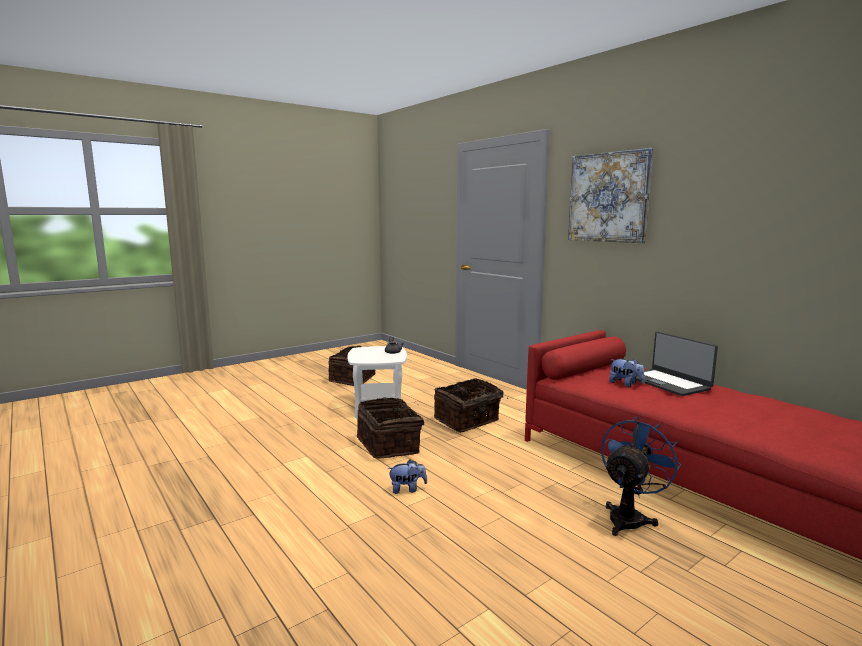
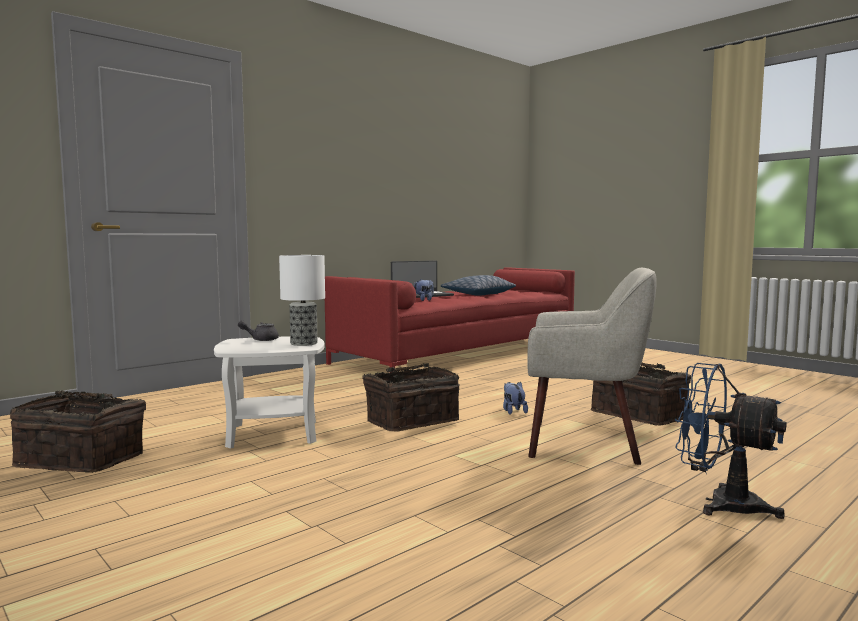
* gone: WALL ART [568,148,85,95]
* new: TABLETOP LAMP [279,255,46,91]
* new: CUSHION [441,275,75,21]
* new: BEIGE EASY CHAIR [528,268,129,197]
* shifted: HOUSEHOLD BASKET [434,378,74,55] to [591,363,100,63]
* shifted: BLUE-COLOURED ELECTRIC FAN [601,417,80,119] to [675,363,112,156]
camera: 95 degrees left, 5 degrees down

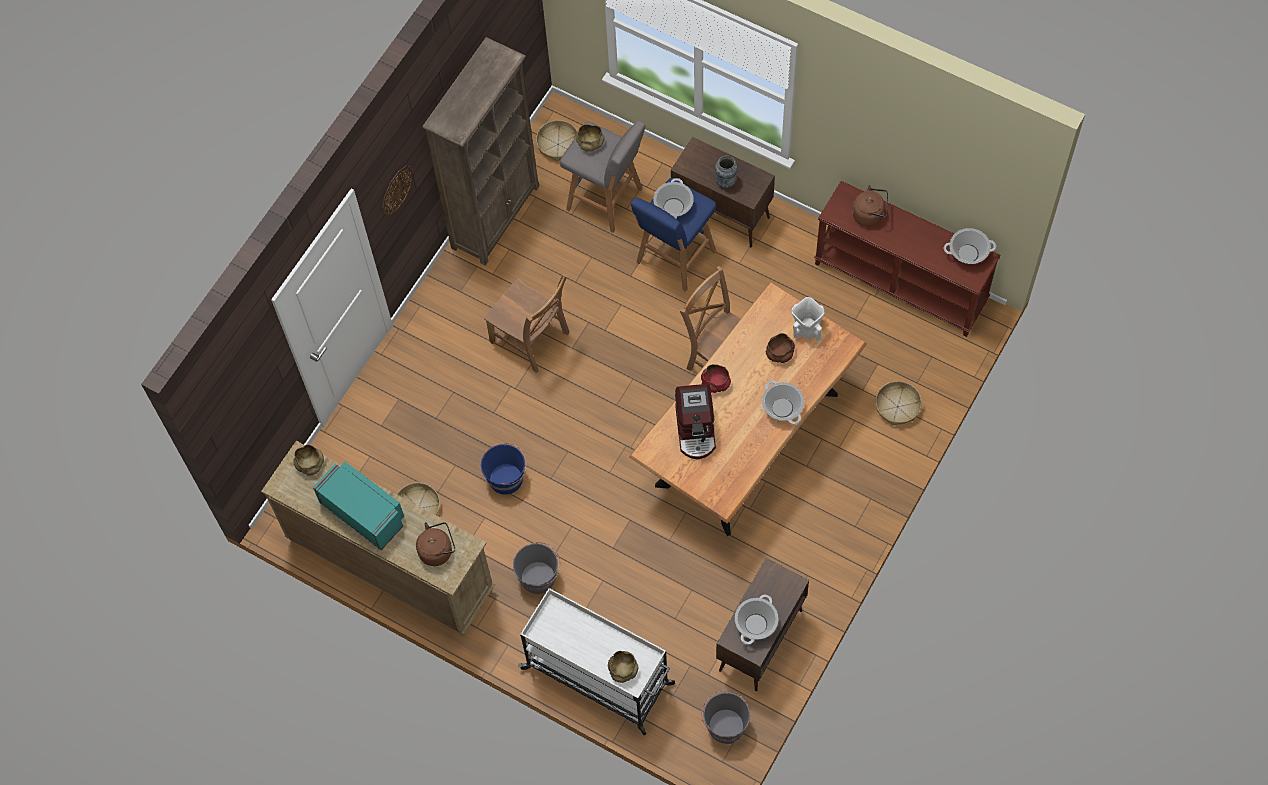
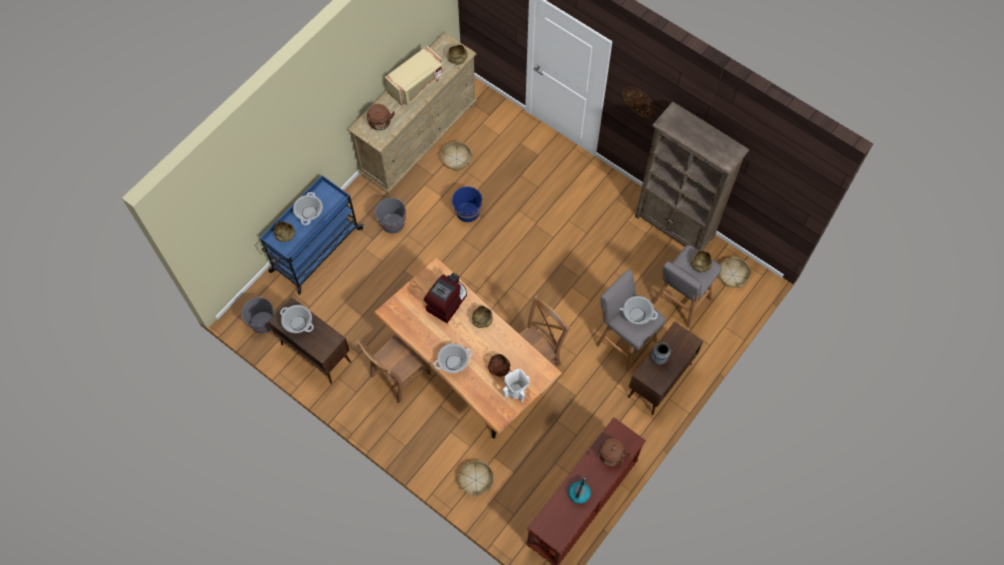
* new: KETTLE [568,477,23,27]
* shifted: BROWN UPRIGHT CHAIR [484,273,85,100] to [355,334,76,69]
* shifted: SAUCEPOT [944,228,52,36] to [293,192,30,33]
* repainted: BLUE-GREEN MICROWAVE [313,462,91,88] to BEIGE MICROWAVE [385,46,58,60]
* repainted: WHITE CART [518,588,157,147] to BLUE-COLOURED CART [260,175,104,120]
* repainted: BLUE-COLOURED SITTING STOOL [631,178,85,114] to GREYISH SITTING STOOL [596,269,70,103]
* repainted: REDDISH SERVING BOWL [701,364,30,29] to BEIGE SERVING BOWL [472,306,21,22]
* rotated: COFFEE BREWER [675,384,41,75] = [424,273,43,50] 120 degrees clockwise
camera: 95 degrees right, 0 degrees up

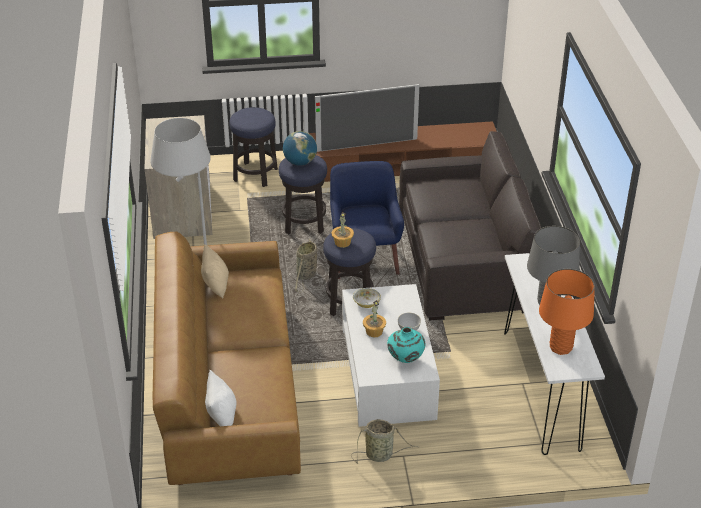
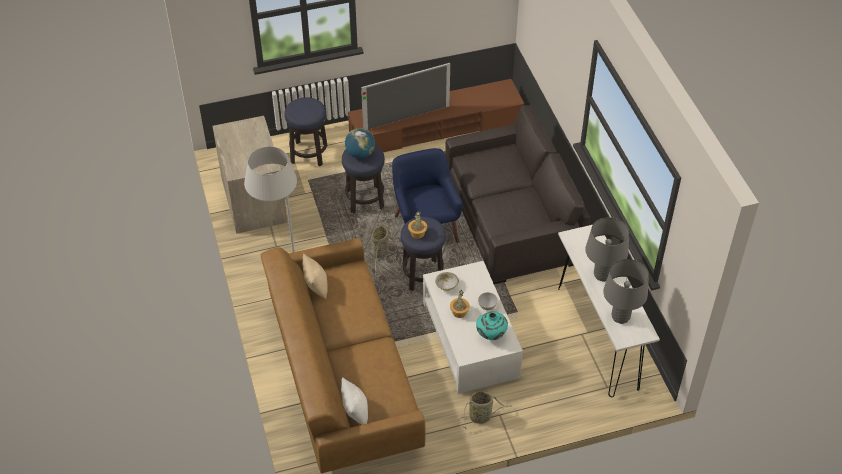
* repainted: ORANGEY TABLETOP LAMP [539,269,56,86] to GREYISH TABLETOP LAMP [603,259,46,65]
camera: 10 degrees left, 10 degrees up

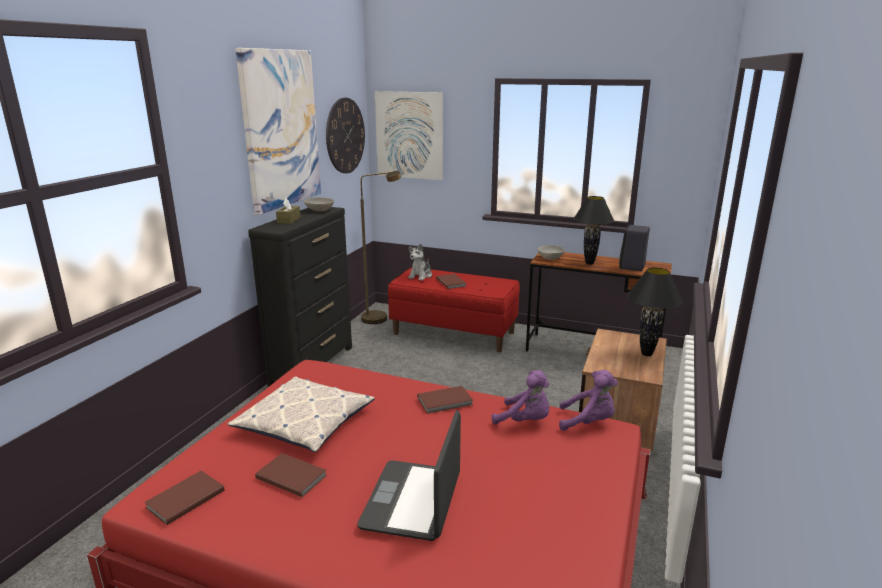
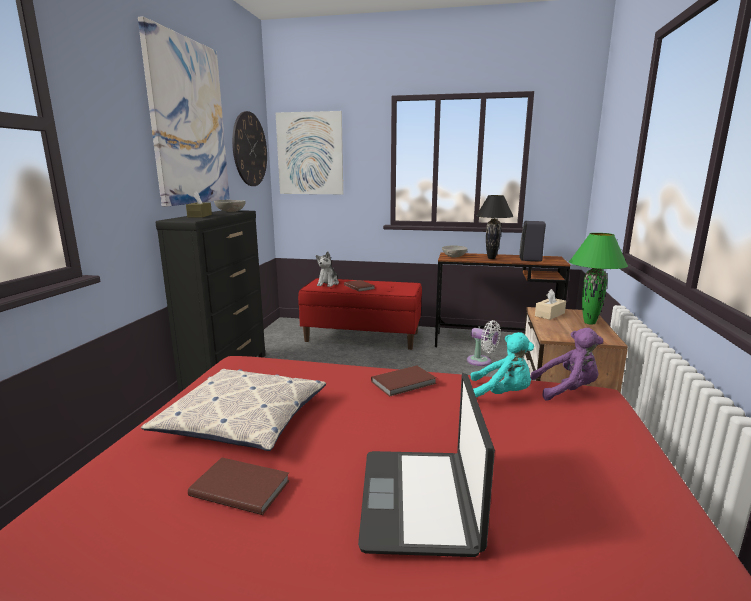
* gone: BROWN BOUND BOOK [144,470,81,55]
* gone: BROWN STANDING LAMP [360,171,41,153]
* new: WHITE ELECTRIC FAN [467,320,34,46]
* new: BEIGE TISSUE BOX [535,289,31,31]
* repainted: PURPLE SOFT TOY [492,370,57,54] to BLUE-GREEN SOFT TOY [470,332,64,66]
* repainted: BLACK TABLETOP LAMP [627,267,56,89] to GREEN TABLETOP LAMP [569,233,59,92]
camera: 10 degrees left, 5 degrees down

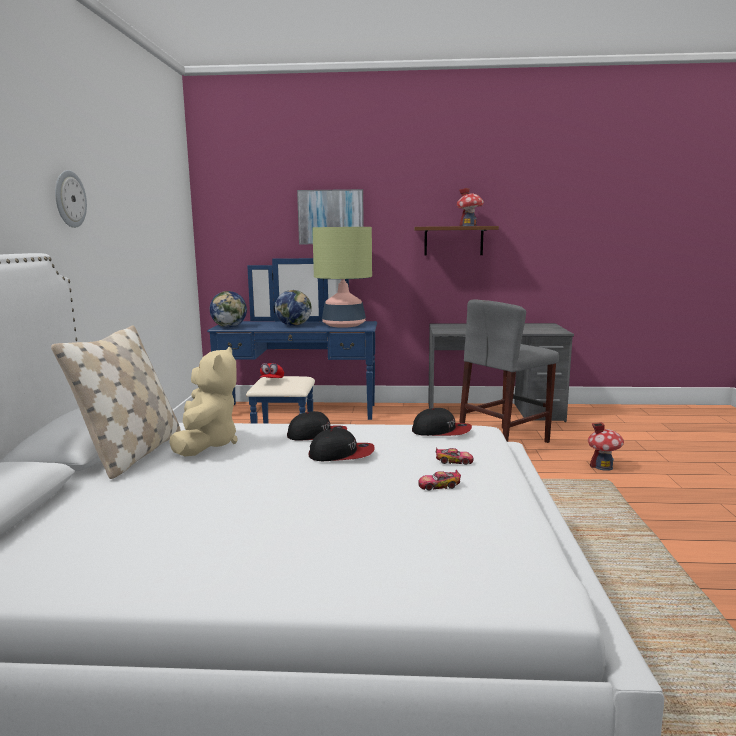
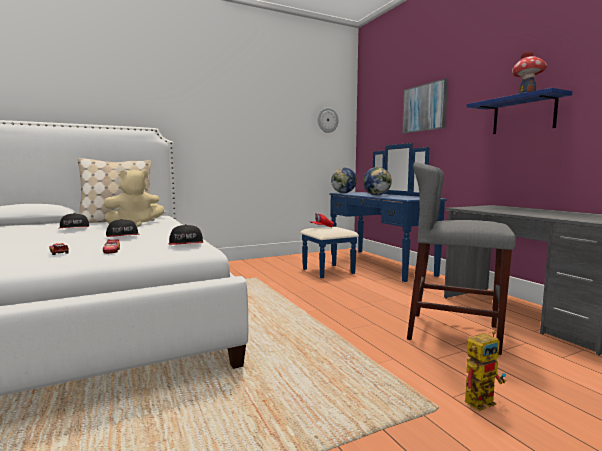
* gone: TABLETOP LAMP [312,227,60,101]
* shifted: WALL CLOCK [55,170,32,58] to [318,108,21,25]
* shifted: PEAKED CAP [287,411,60,30] to [58,213,31,16]
* swapped: MINIATURE HOUSE [588,422,36,49] to TOY ROBOT [465,331,41,80]
* repainted: BROWN SHELF [414,226,85,30] to BLUE-COLOURED SHELF [466,88,107,46]
camera: 60 degrees right, 5 degrees down

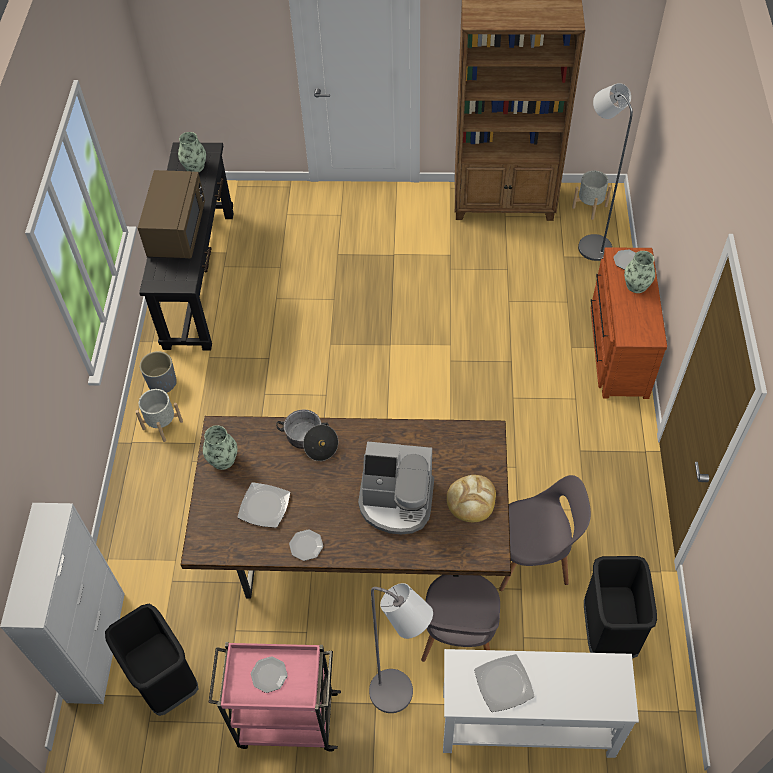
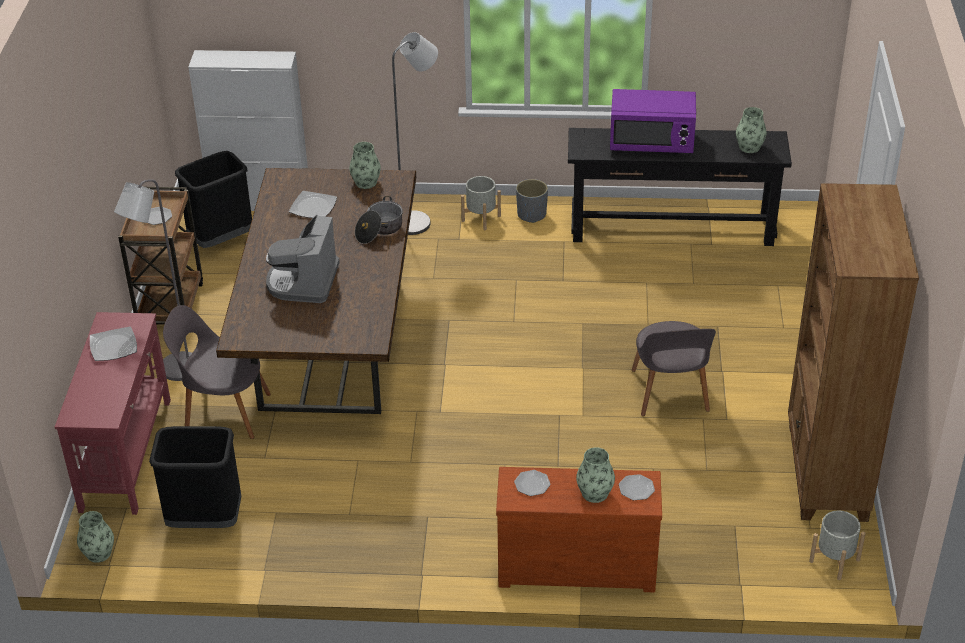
* gone: BREAD [447,475,49,47]
* new: FLOWER VASE [77,511,37,52]
* shifted: FLAT DISH [289,529,34,32] to [514,470,36,26]
* shifted: GREYISH UPRIGHT CHAIR [499,475,92,116] to [632,321,84,95]
* shifted: GREYISH STANDING LAMP [578,83,55,178] to [392,32,46,203]
* repainted: BROWN MICROWAVE [138,170,67,89] to PURPLE MICROWAVE [610,89,86,64]
* repainted: PINK-COLOURED CART [208,642,133,110] to BROWN CART [118,187,85,138]
* repainted: WHITE CONSOLE TABLE [443,649,196,109] to REDDISH CONSOLE TABLE [55,312,116,203]
camera: 90 degrees right, 15 degrees down

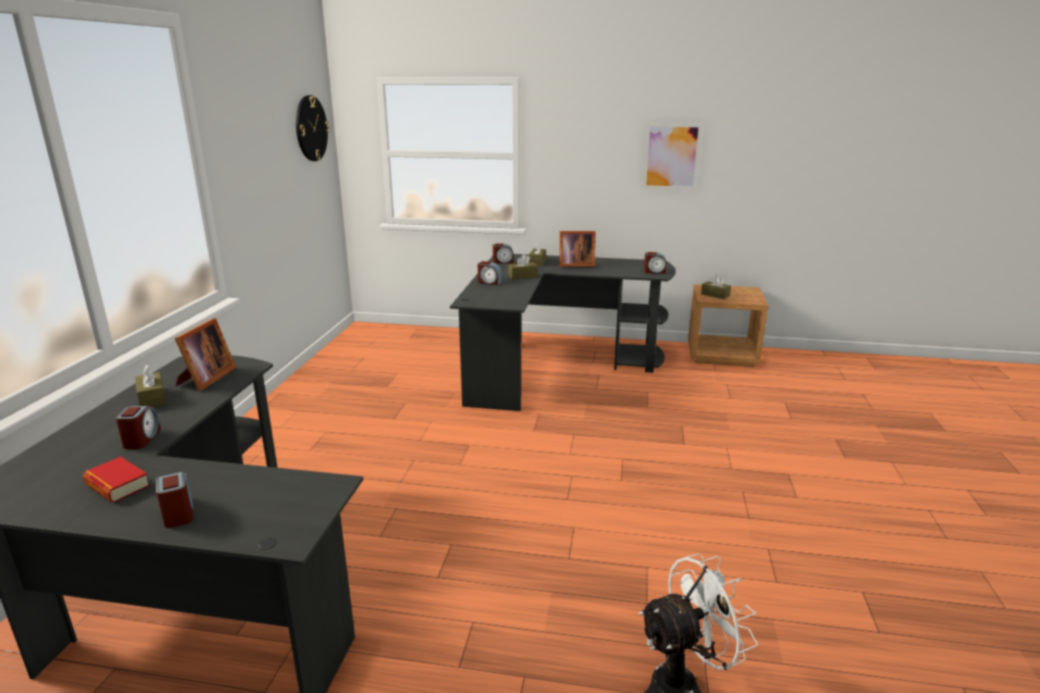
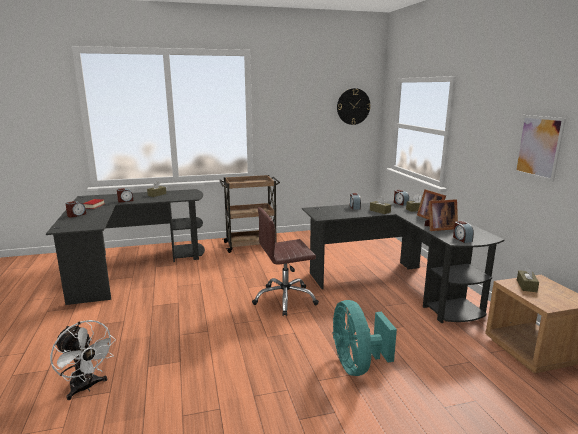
* new: BROWN CART [219,175,61,78]
* new: BROWN OFFICE CHAIR [252,207,67,109]
* new: BLUE-GREEN ELECTRIC FAN [333,300,64,76]
* shifted: PICTURE FRAME [175,318,61,73] to [424,199,34,32]
camera: 65 degrees right, 5 degrees down

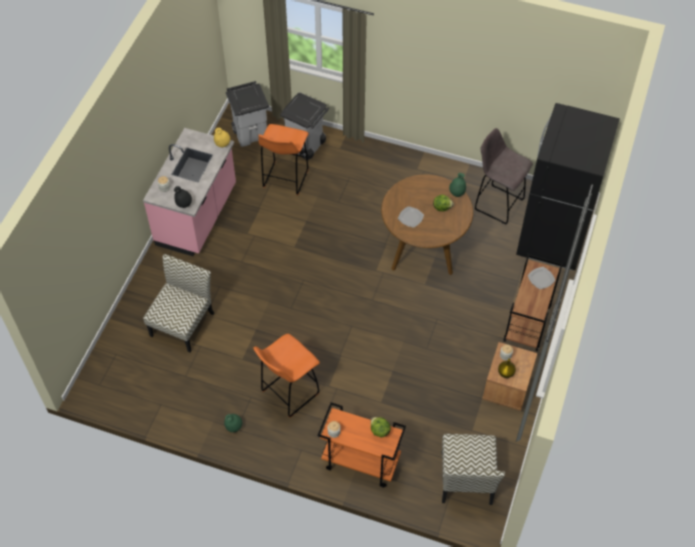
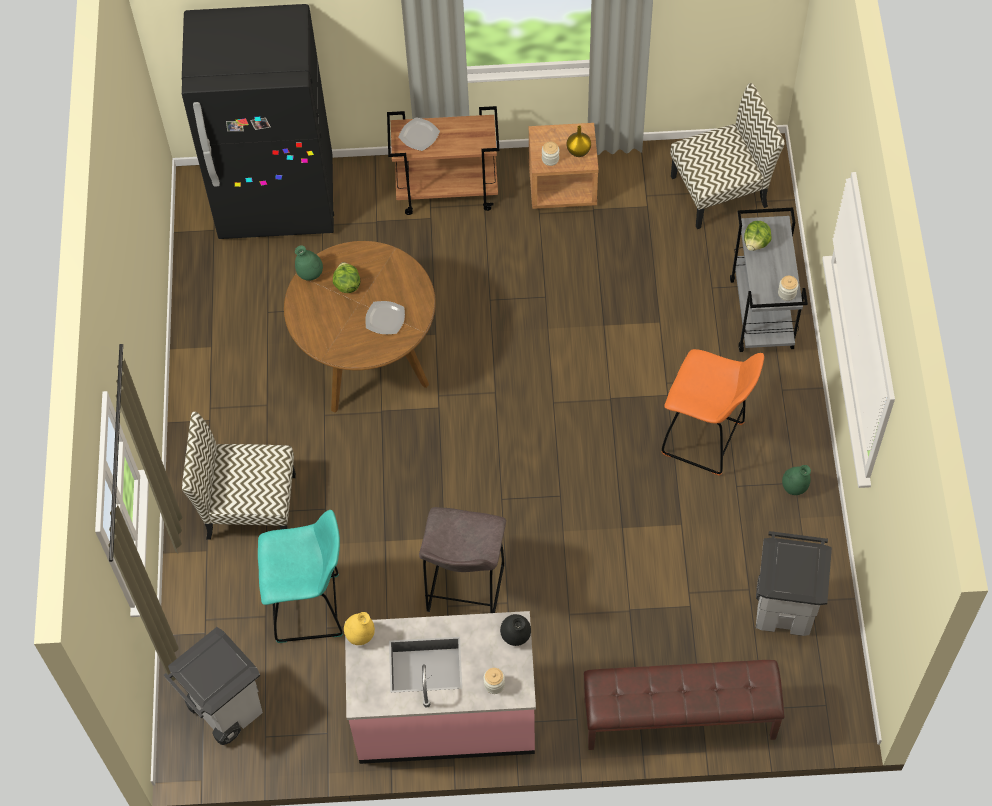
* new: BROWN INDOOR BENCH [584,660,200,90]
* shifted: UPRIGHT CHAIR [143,254,71,99] to [182,412,114,128]
* shifted: GREYISH TRASH CAN [280,92,49,68] to [756,531,76,105]
* shifted: GREYISH SITTING STOOL [475,128,58,97] to [419,507,87,106]
* repainted: ORANGEY SITTING STOOL [258,124,51,72] to BLUE-GREEN SITTING STOOL [258,510,85,133]
* repainted: ORANGEY CART [317,402,89,86] to GREYISH CART [730,208,78,144]
camera: 110 degrees left, 5 degrees up

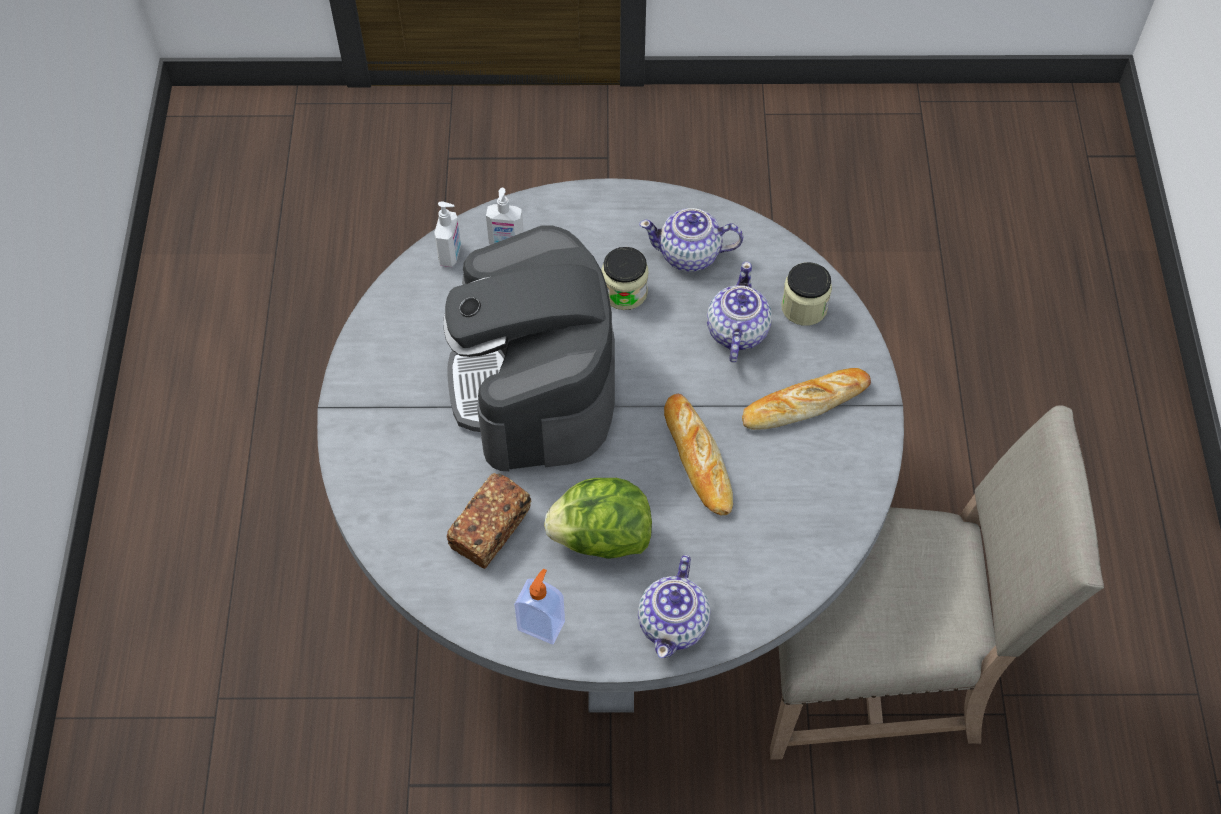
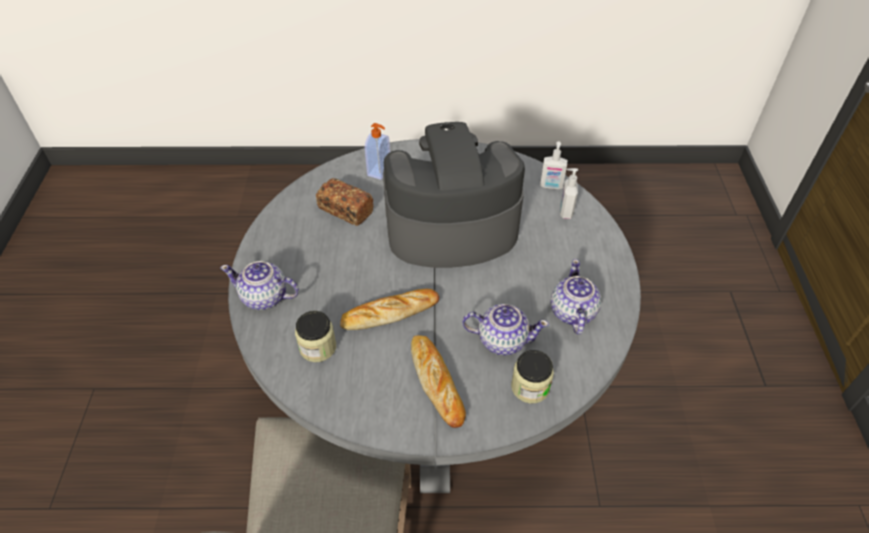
* gone: LETTUCE HEAD [544,478,108,81]
* shifted: SOAP DISPENSER [514,569,51,75] to [365,123,25,57]
* shifted: STORAGE JAR [601,247,48,63] to [295,311,41,51]
camera: 90 degrees right, 10 degrees down

